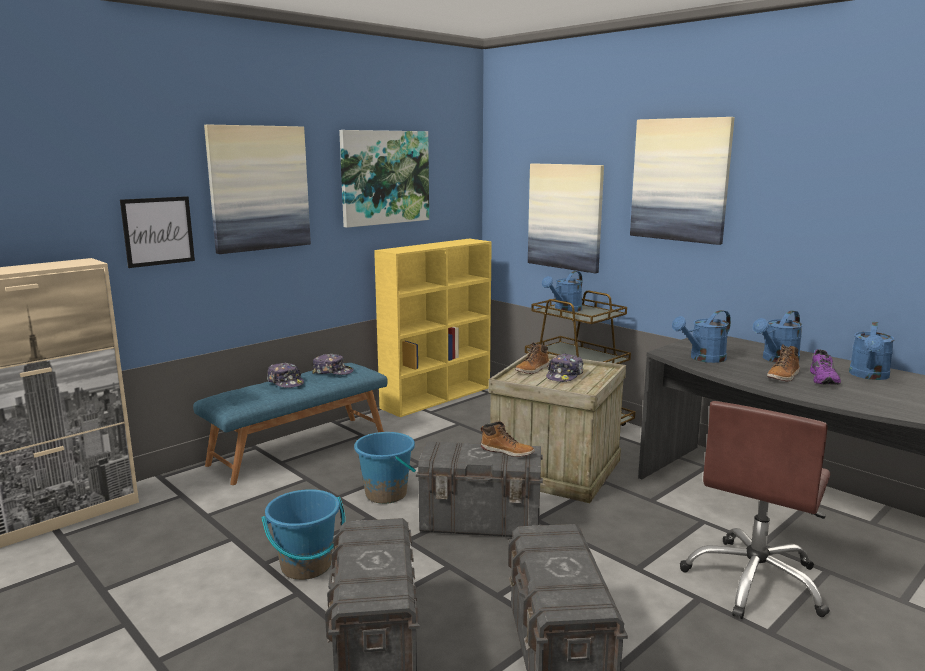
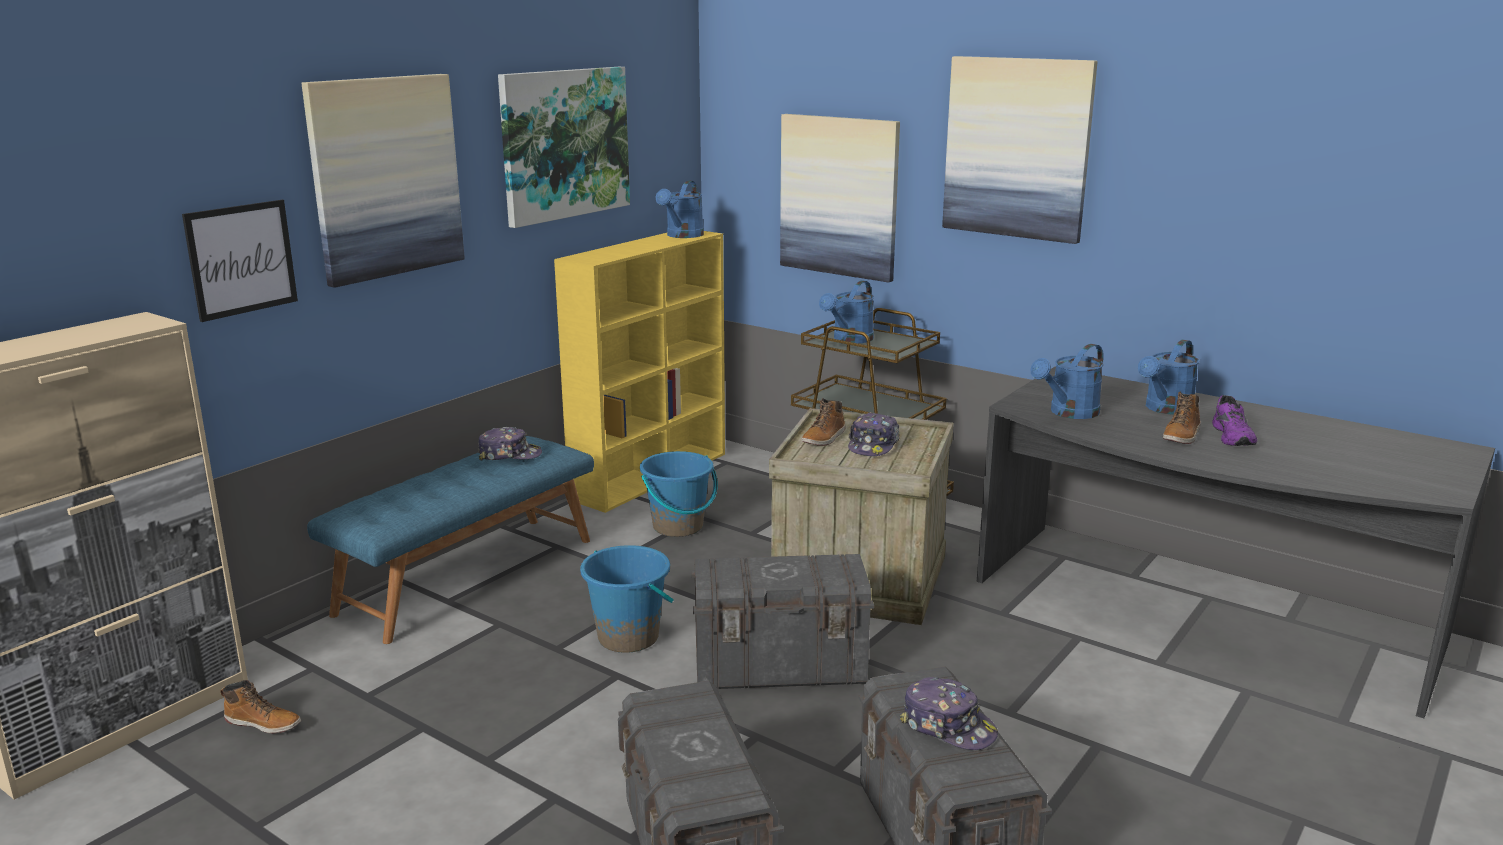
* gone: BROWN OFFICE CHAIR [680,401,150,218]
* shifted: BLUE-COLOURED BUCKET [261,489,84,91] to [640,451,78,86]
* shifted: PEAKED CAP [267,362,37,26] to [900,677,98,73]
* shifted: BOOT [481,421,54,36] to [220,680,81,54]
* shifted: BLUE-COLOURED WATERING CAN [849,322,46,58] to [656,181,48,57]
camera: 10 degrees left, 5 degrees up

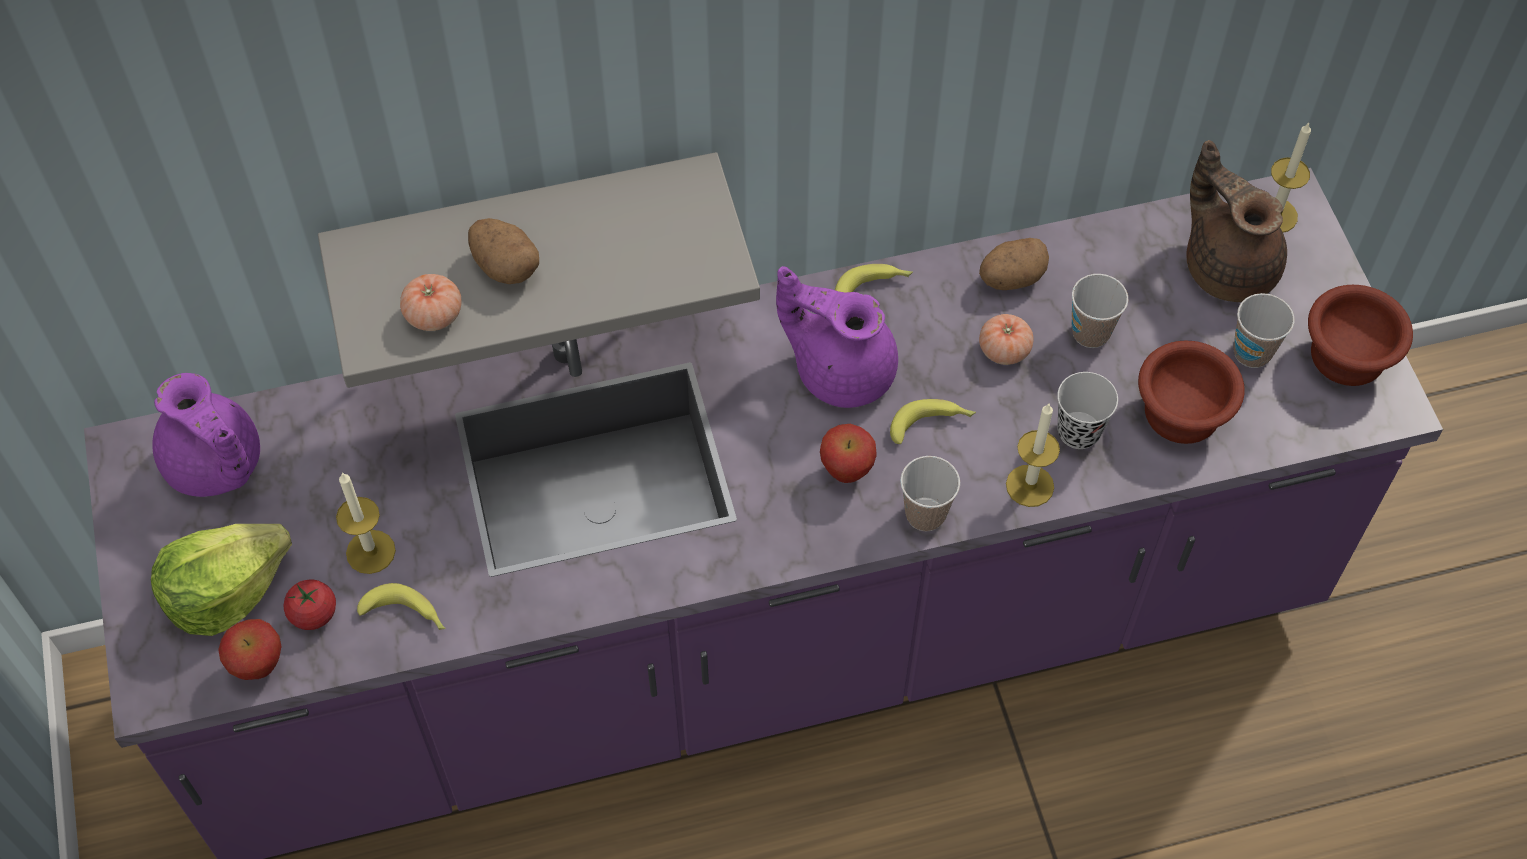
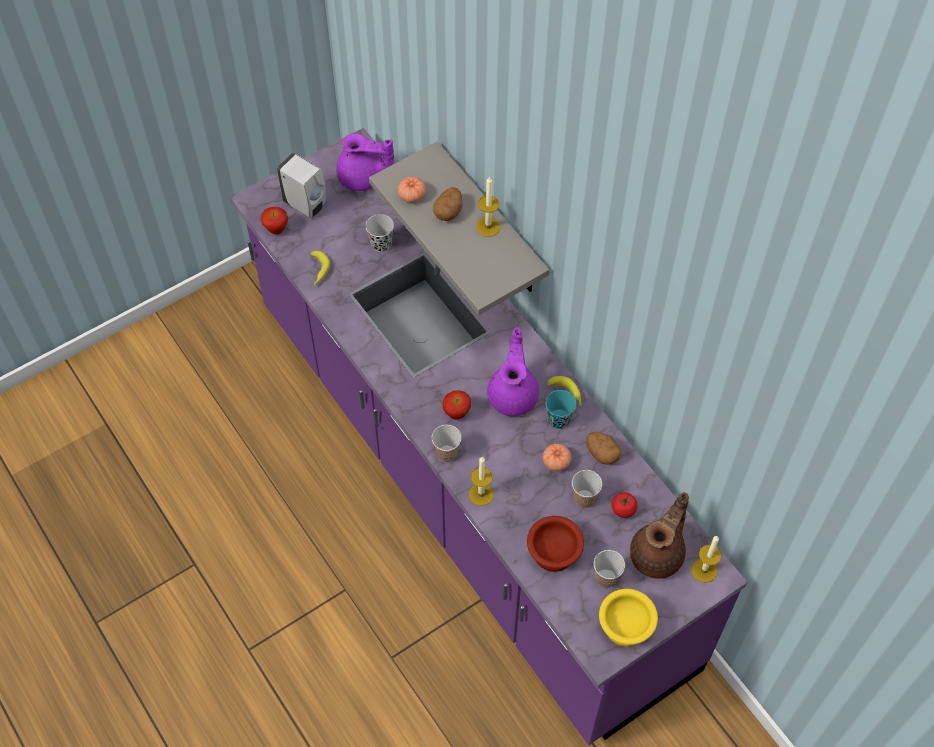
* gone: WHOLE BANANA [890,399,86,45]
* new: BLUE-GREEN CUP [546,390,30,39]
* shifted: WHOLE TOMATO [284,580,52,50] to [611,492,27,26]
* shifted: CANDLE [336,472,60,102] to [476,176,24,61]
* shifted: BLACK CUP [1057,372,61,77] to [366,214,28,38]
* swapped: LETTUCE HEAD [151,524,141,112] to WHITE SOAP DISPENSER [277,153,49,65]
* repainted: BROWN SERVING BOWL [1308,285,105,101] to YELLOWISH SERVING BOWL [599,589,59,57]
* rotated: PURPLE TEA POT [152,373,108,124] = [336,133,58,58] 105 degrees counterclockwise
camera: 70 degrees right, 0 degrees up

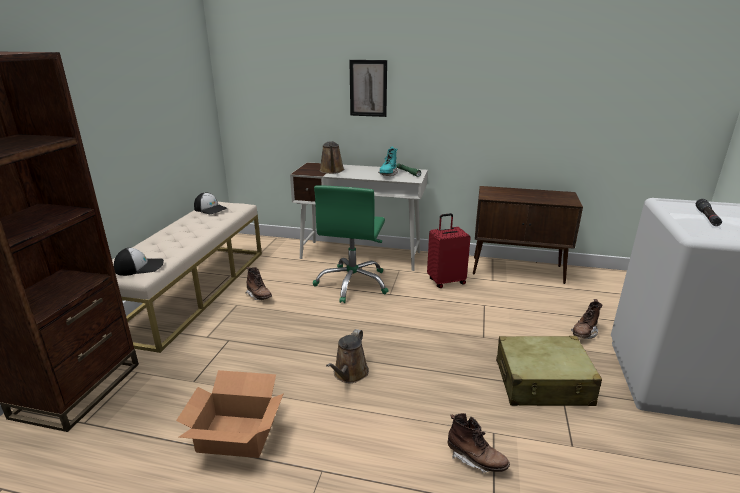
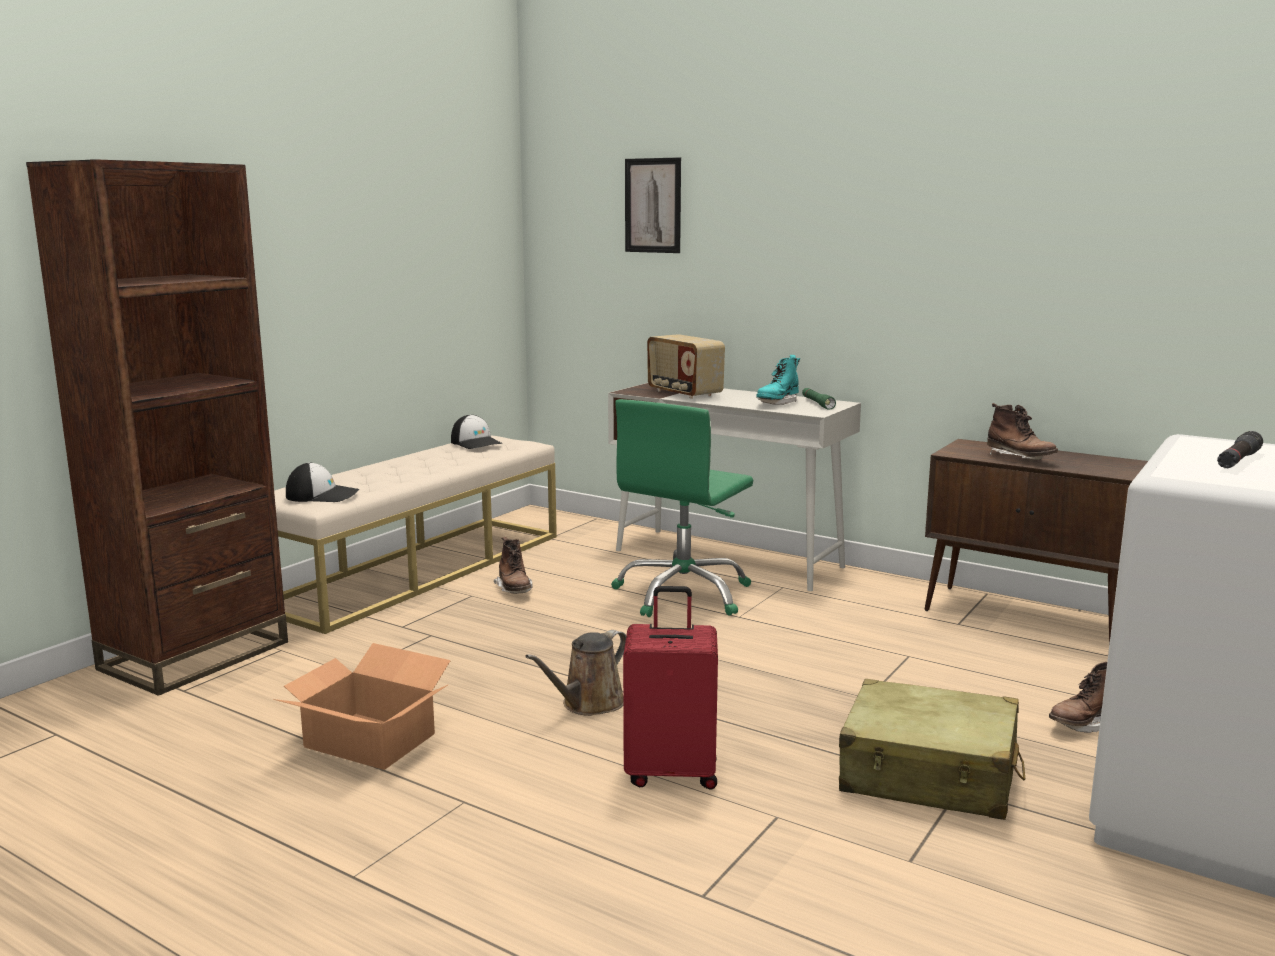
* shifted: WALL ART [349,60,38,57] to [625,157,56,96]
* shifted: REDDISH TRAVEL CASE [427,213,44,75] to [623,586,95,203]
* shifted: BROWN BOOT [448,413,62,60] to [987,403,71,57]
* swapped: BROWN WATERING CAN [320,141,24,33] to RADIO SET [647,334,78,65]
camera: 20 degrees right, 10 degrees down

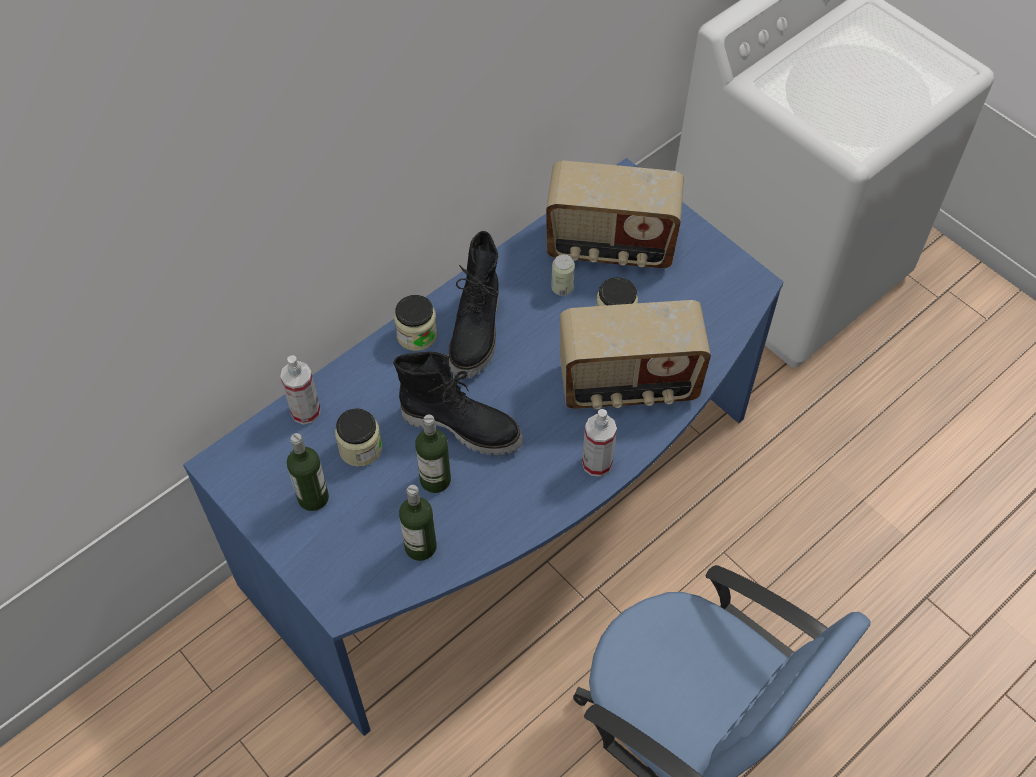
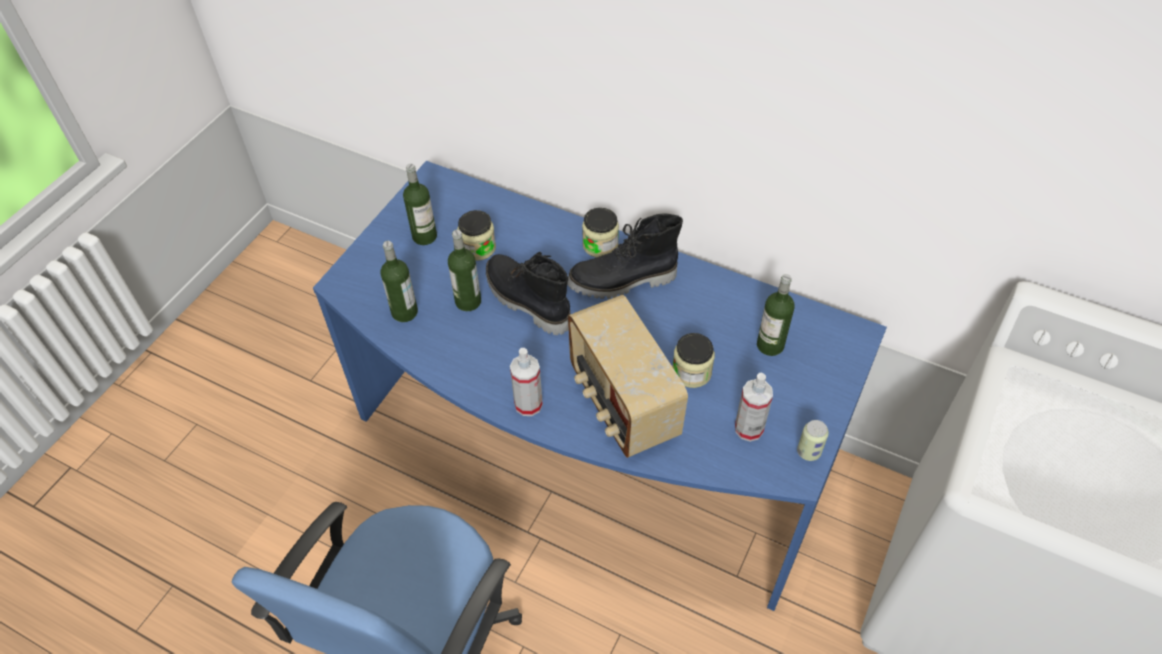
* shifted: SPRAY BOTTLE [280,355,41,69] to [735,372,38,70]
* shifted: SEALED CAN [551,254,24,42] to [797,420,32,41]
* swapped: RADIO SET [546,160,138,108] to BOTTLE [757,274,38,82]
* rotated: BLACK BOOT [393,352,130,103] = [486,252,84,83] 135 degrees clockwise
camera: 70 degrees right, 5 degrees down

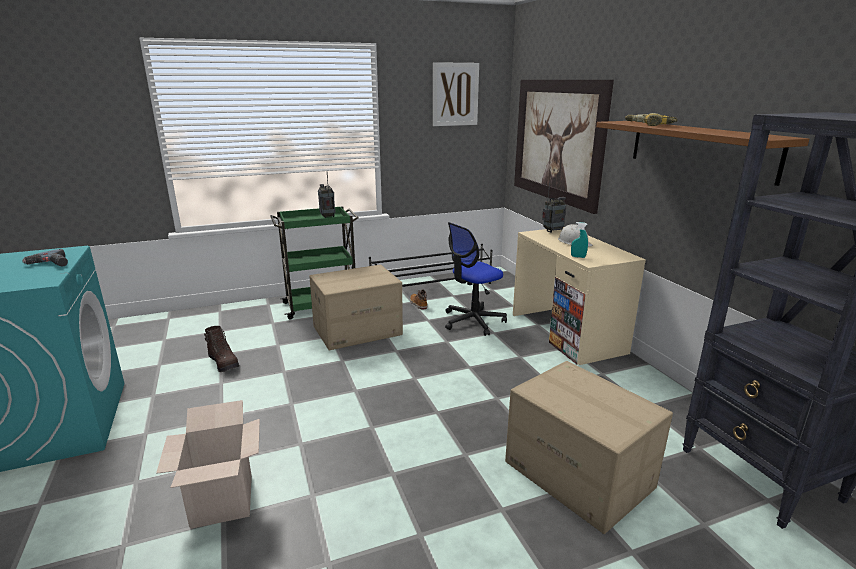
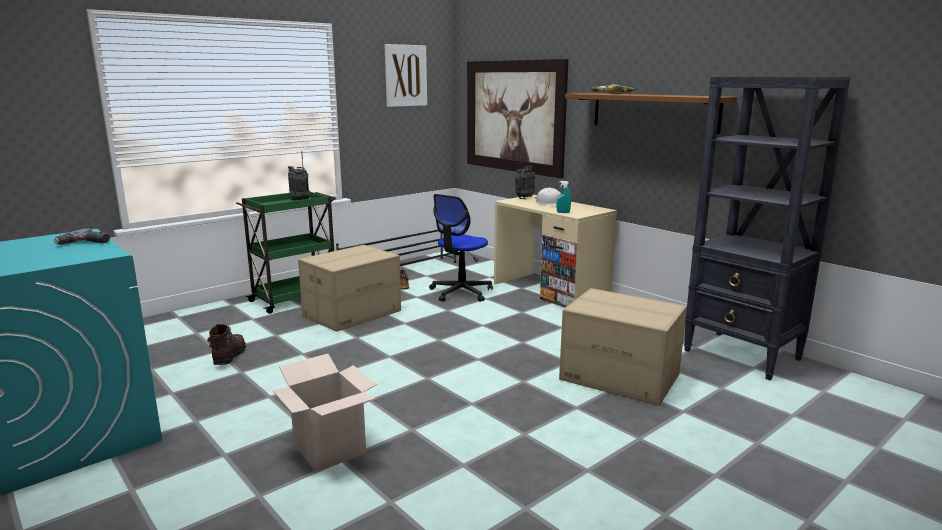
* rotated: BROWN BOOT [204,326,35,46] = [207,324,39,41] 120 degrees counterclockwise
camera: 20 degrees left, 5 degrees down

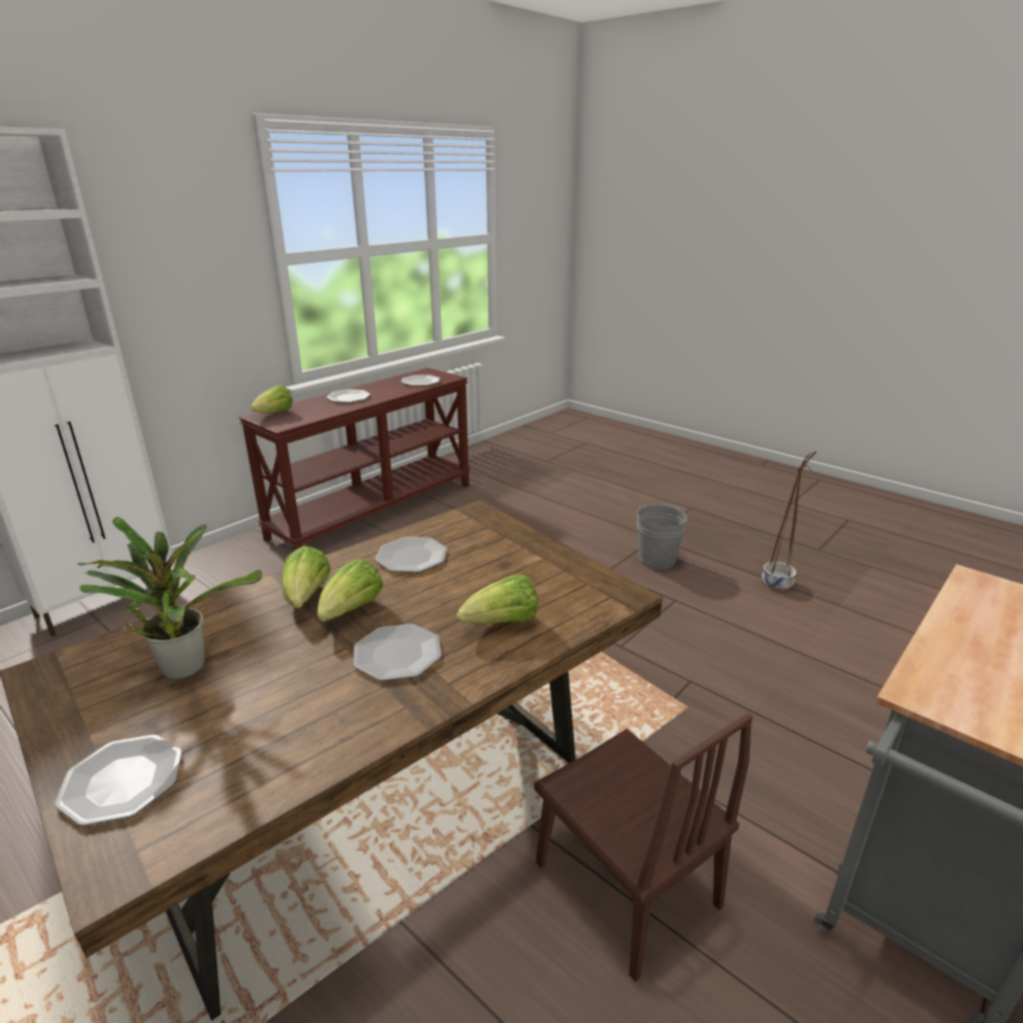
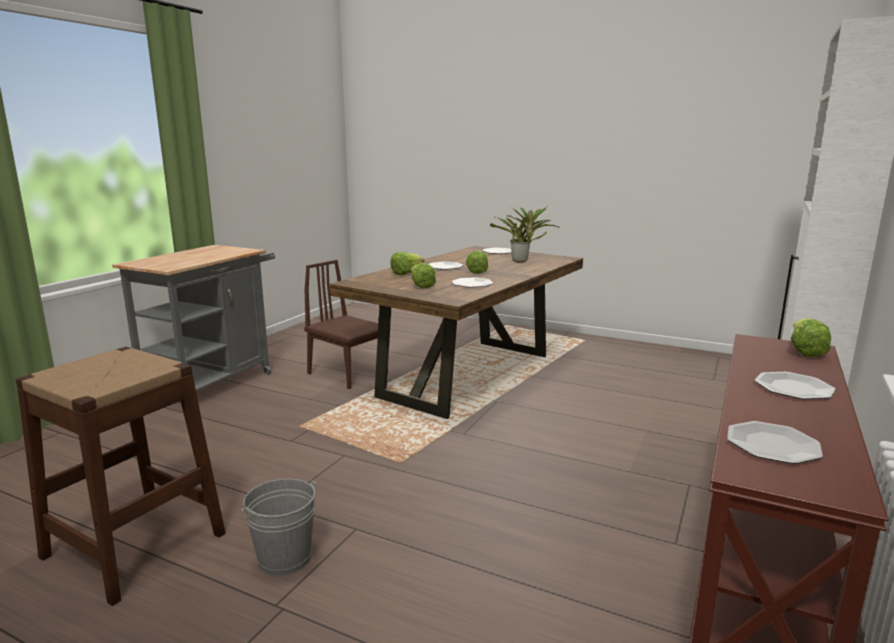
* shifted: LETTUCE HEAD [282,546,49,62] to [411,263,25,26]
* swapped: BROWN FLOWER POT [762,451,54,139] to BROWN SITTING STOOL [16,347,210,259]
camera: 165 degrees right, 10 degrees down

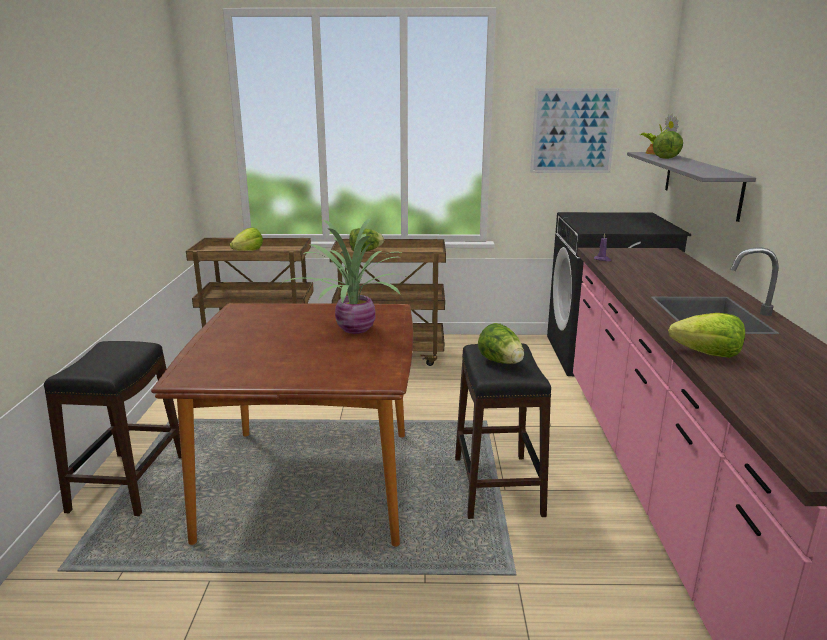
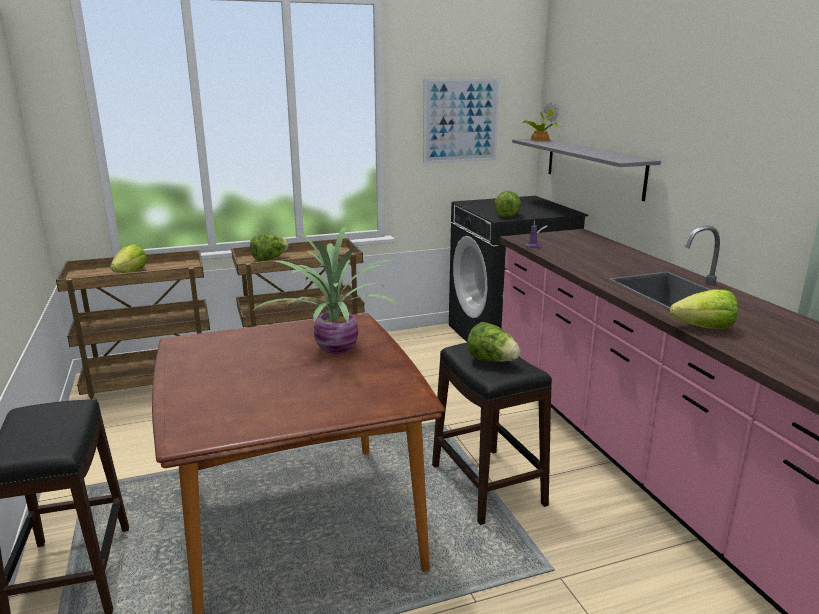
* shifted: LETTUCE HEAD [653,131,30,28] to [494,191,27,27]
camera: 20 degrees left, 0 degrees up

